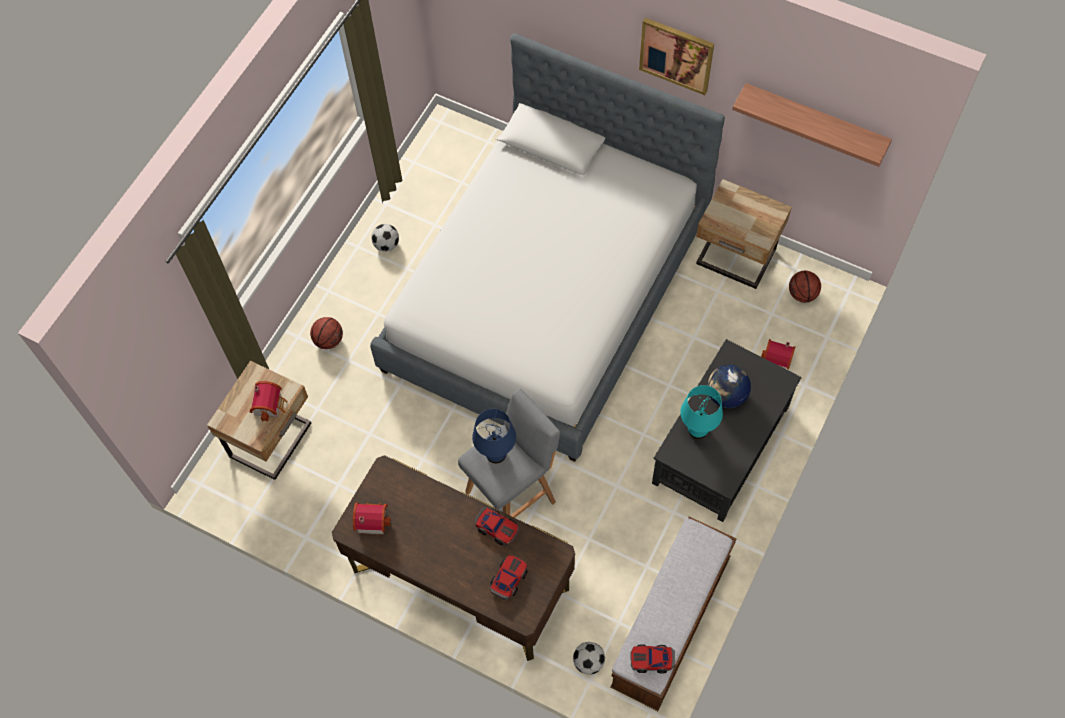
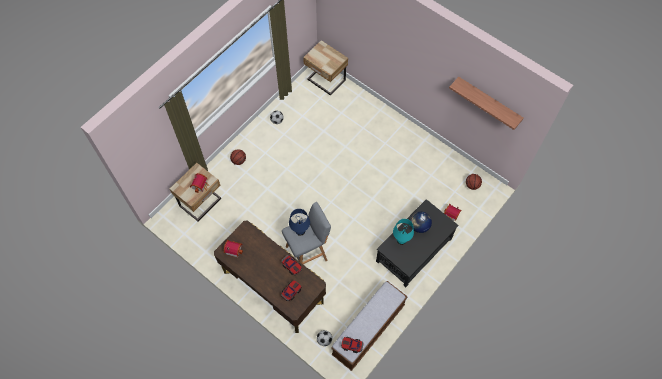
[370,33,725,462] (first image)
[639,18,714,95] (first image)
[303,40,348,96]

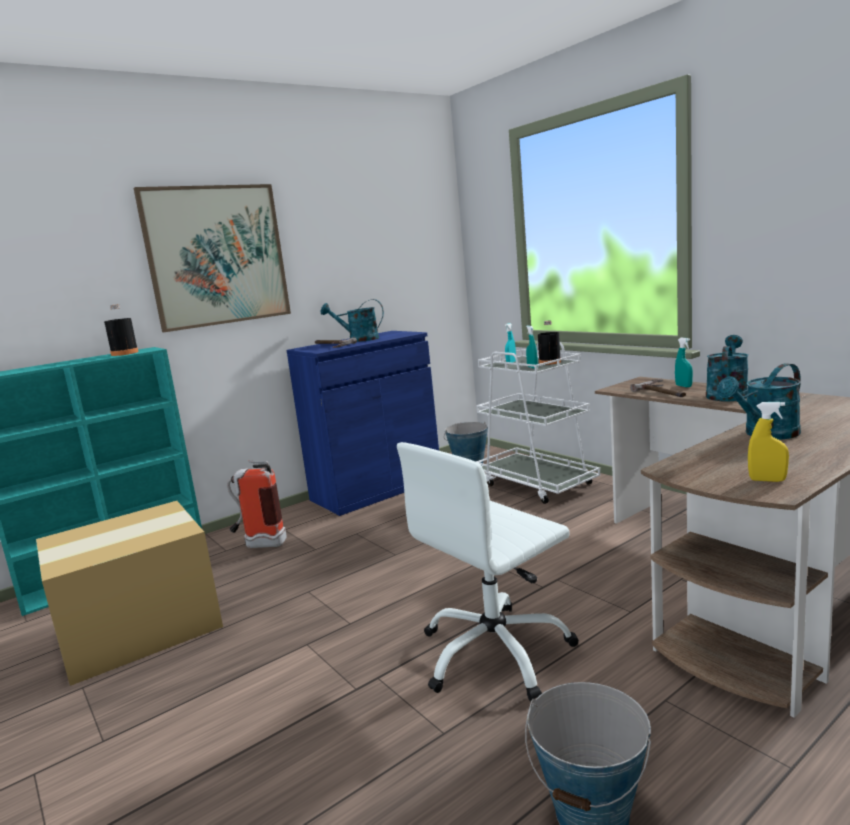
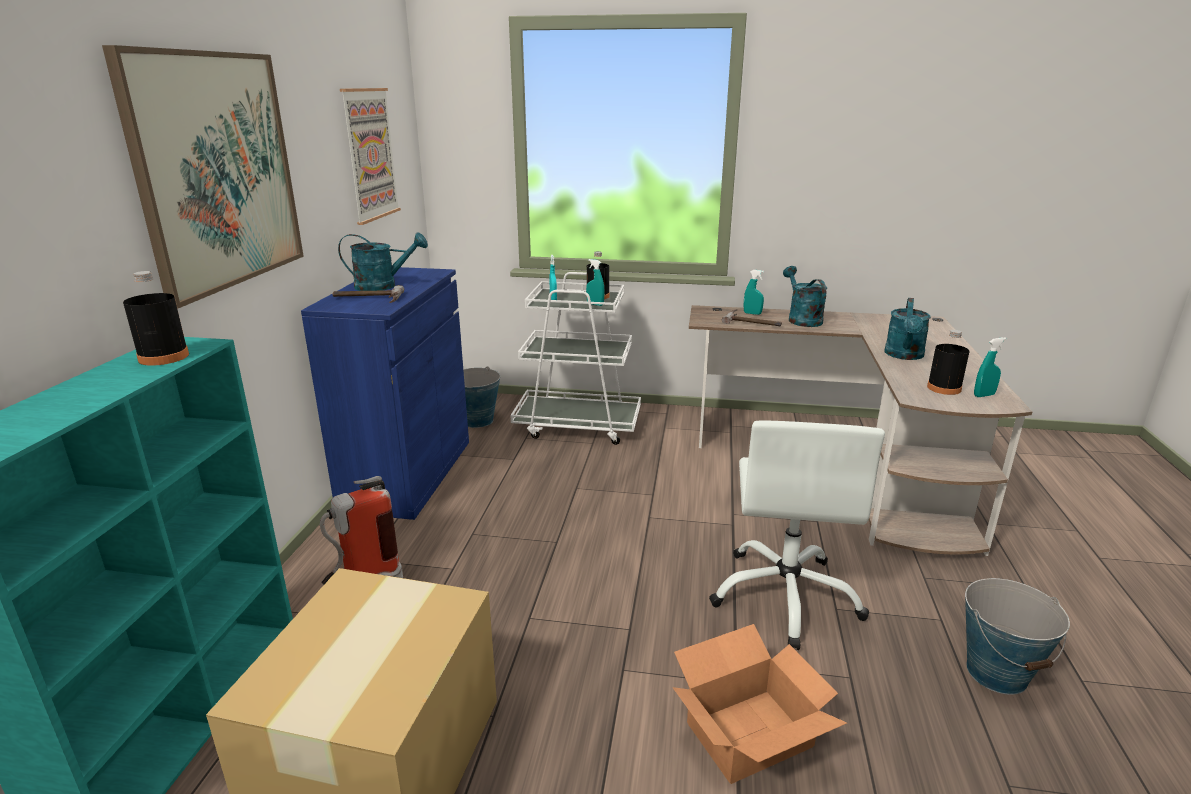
[338,232,428,291]
[974,337,1006,397]
[340,88,401,225]
[673,624,847,784]
[927,330,970,395]

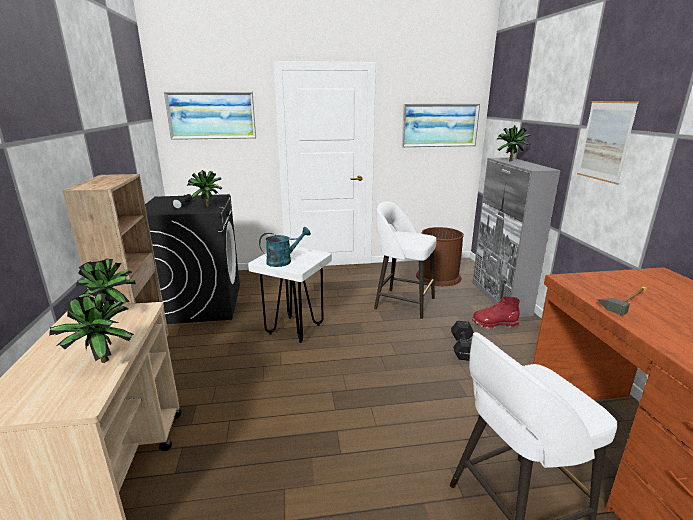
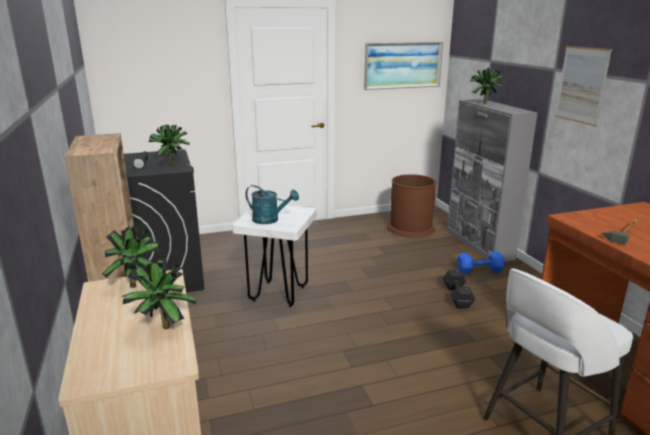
[164,92,256,140] (first image)
[245,185,299,224]
[374,201,437,319] (first image)
[457,252,505,274]

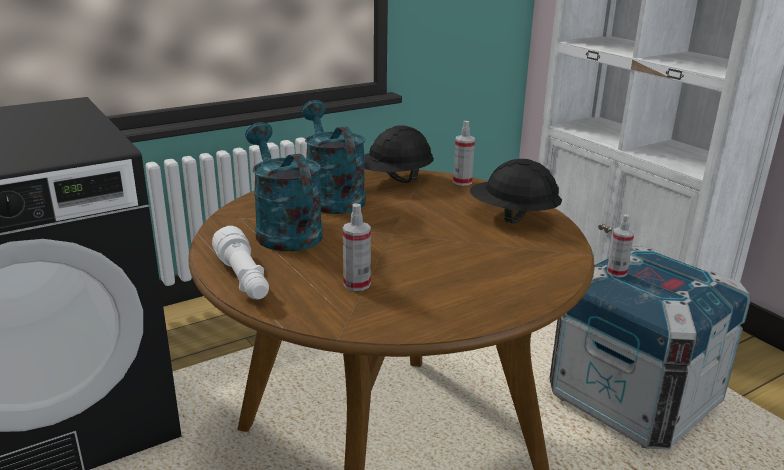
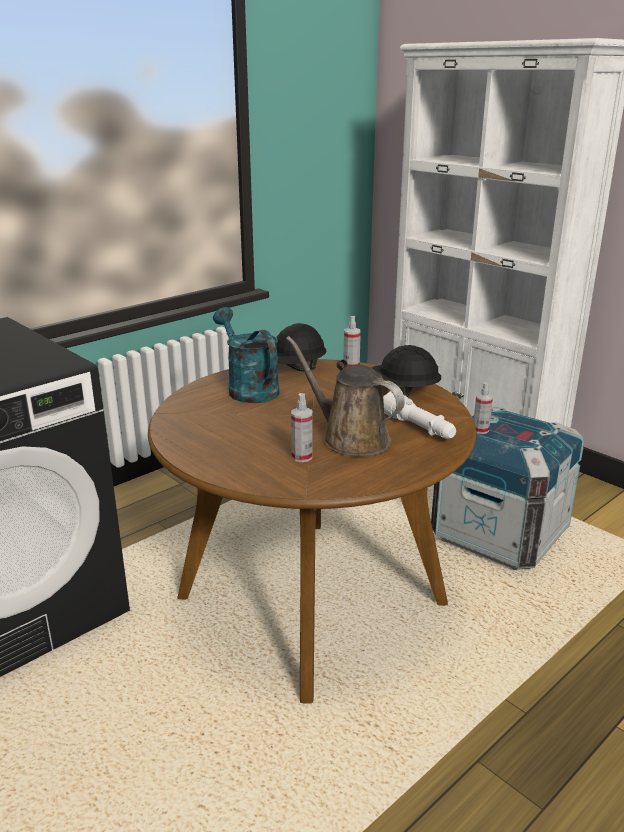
[383,391,456,439]
[245,122,323,251] (first image)
[286,336,405,456]

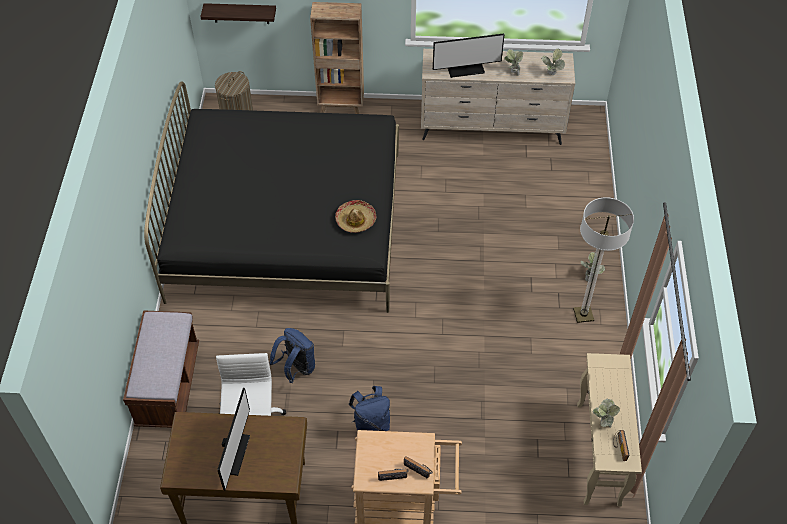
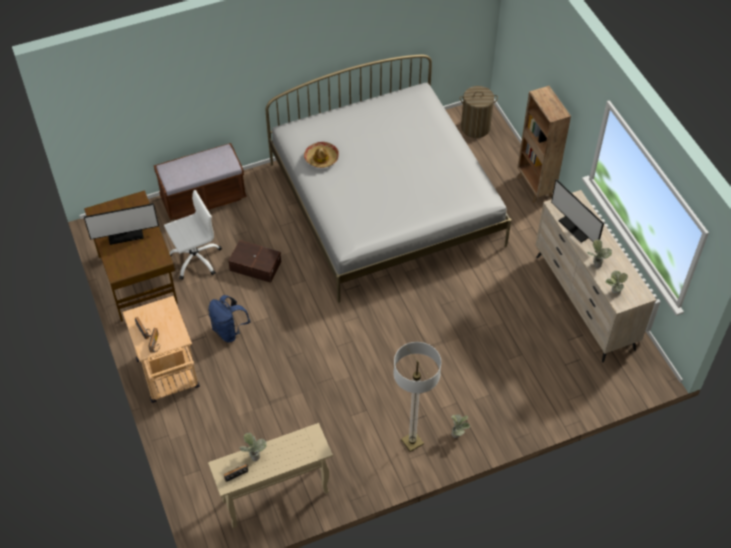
[266,55,512,303]
[200,3,276,24] (first image)
[228,240,281,283]
[304,142,339,168]

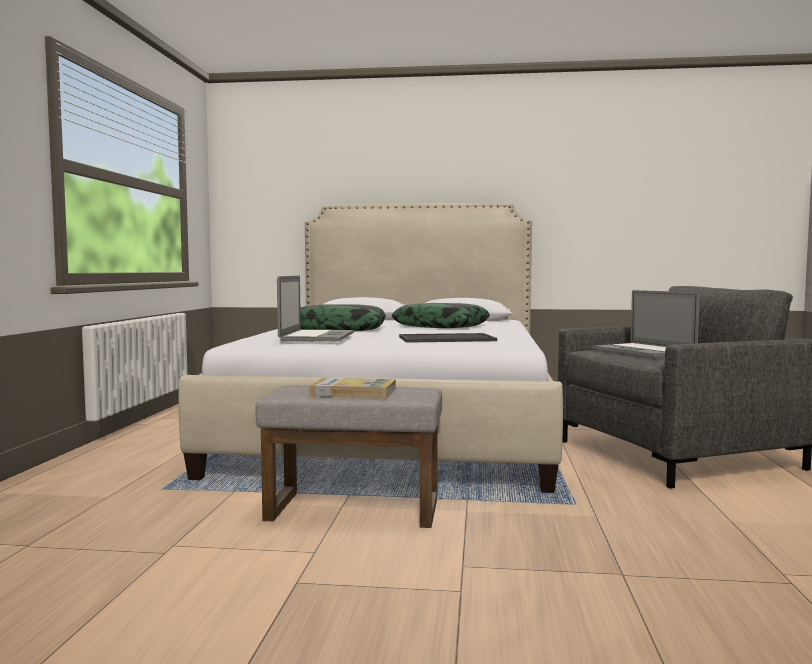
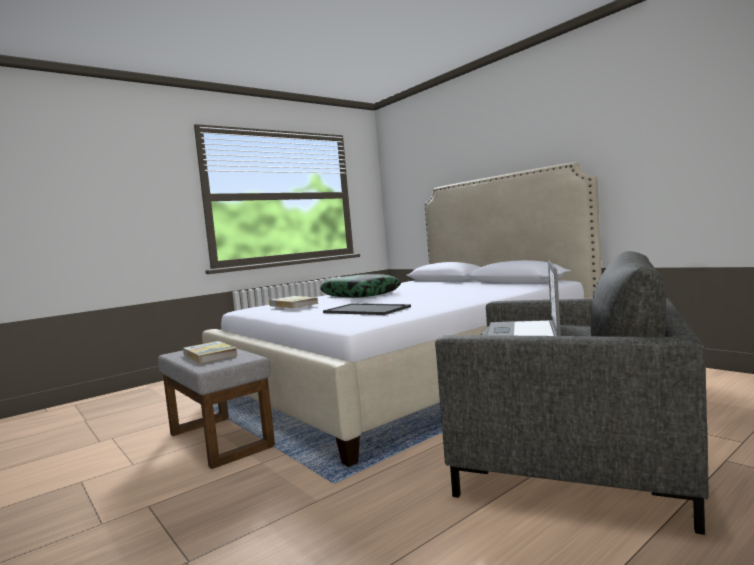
[269,296,318,308]
[392,303,490,328] (first image)

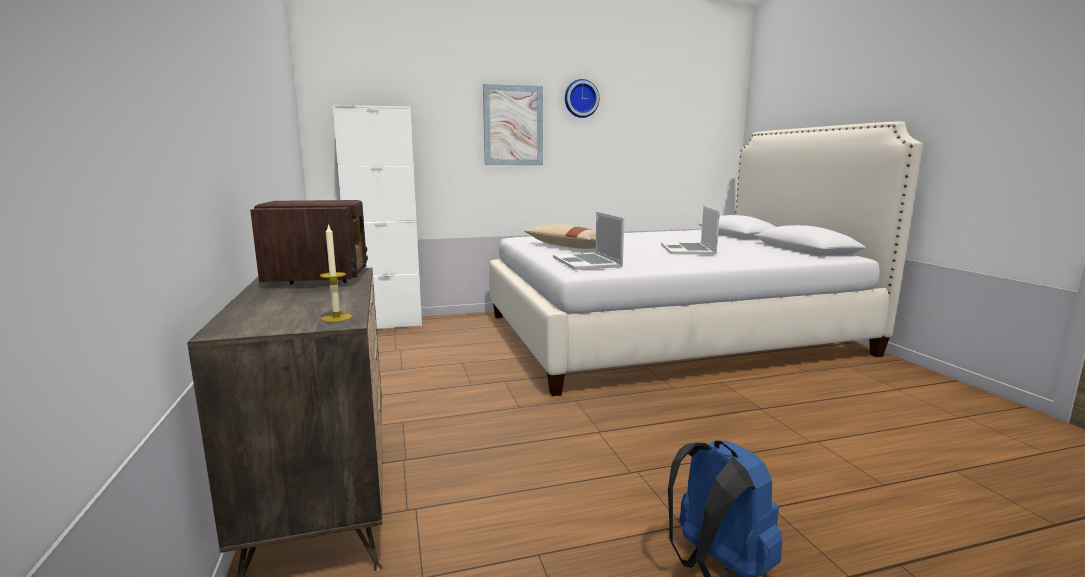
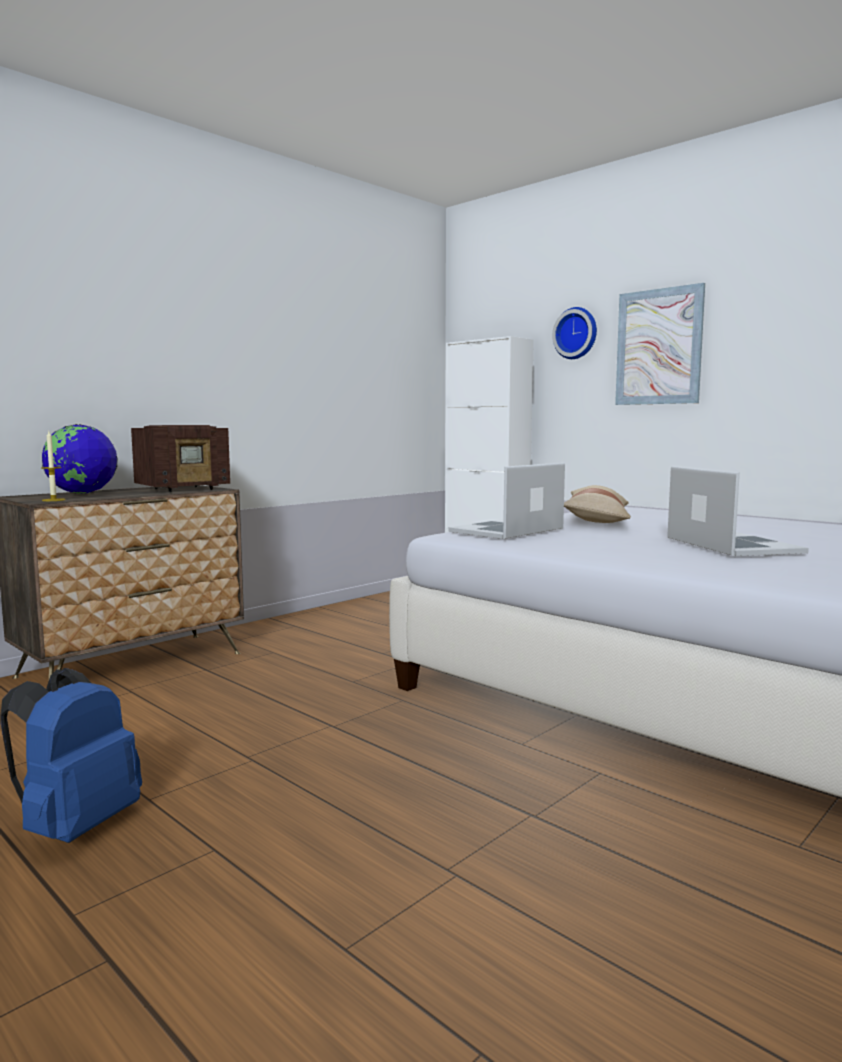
[552,307,597,359]
[667,466,809,556]
[42,424,118,494]

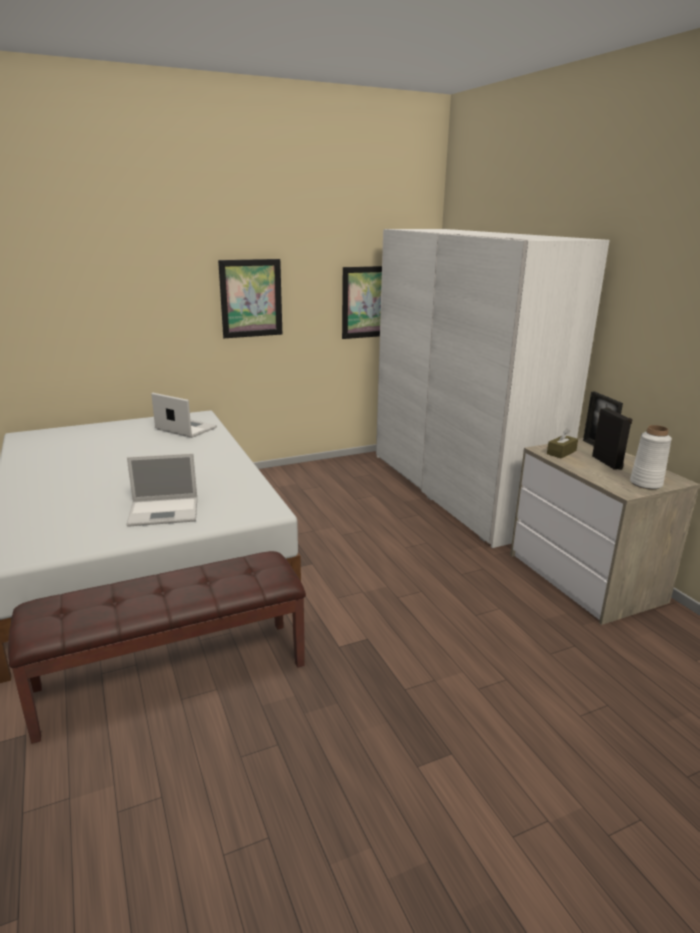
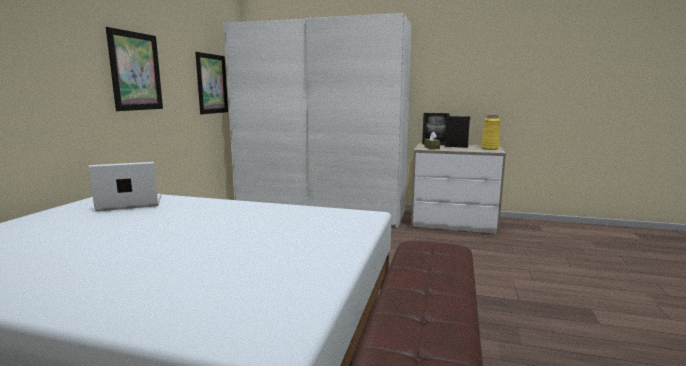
[126,453,197,527] (first image)
[481,115,501,150]

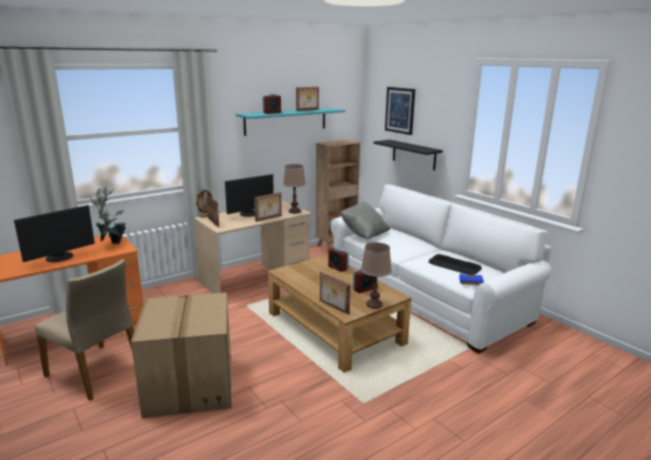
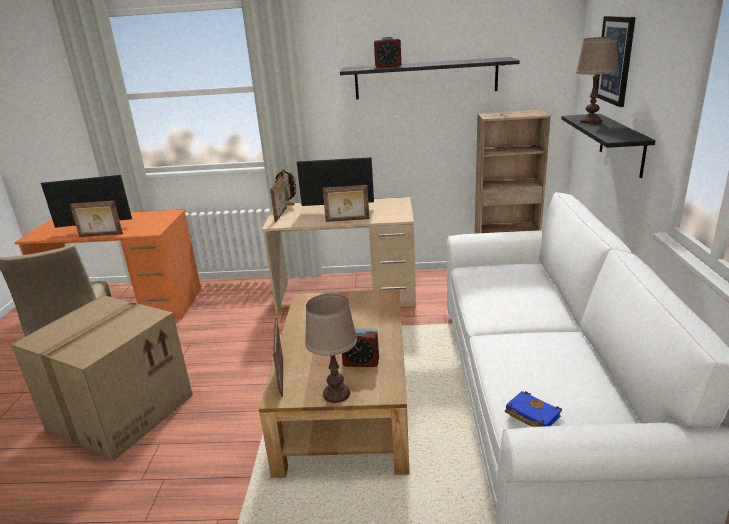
[89,186,126,244] (first image)
[340,57,519,100]
[576,37,618,124]
[70,201,123,237]
[328,247,349,272] (first image)
[340,201,390,239] (first image)
[429,254,482,275] (first image)

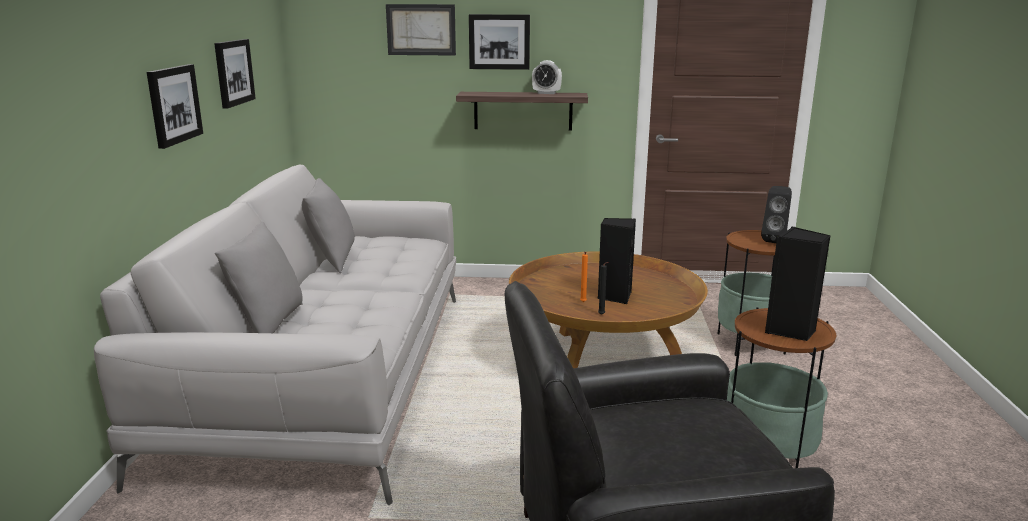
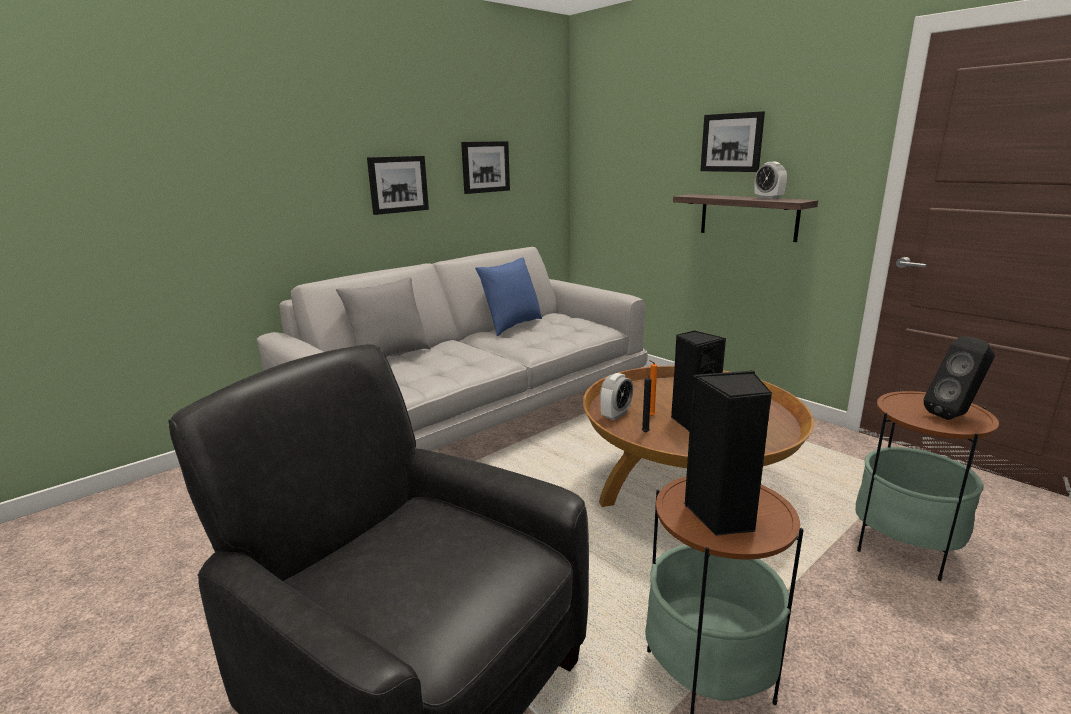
[475,257,542,336]
[386,4,456,56] (first image)
[600,373,633,421]

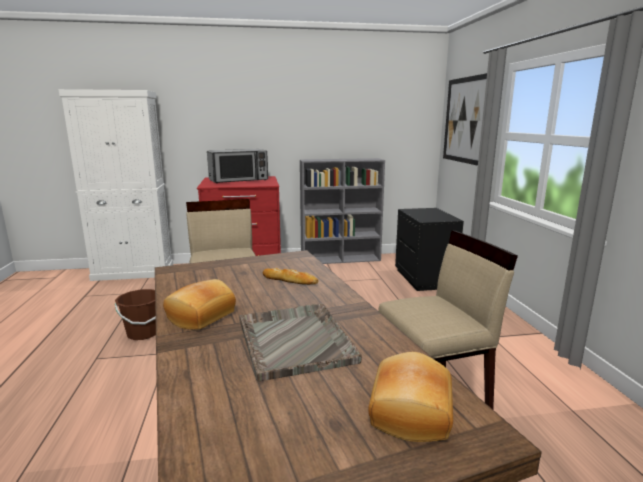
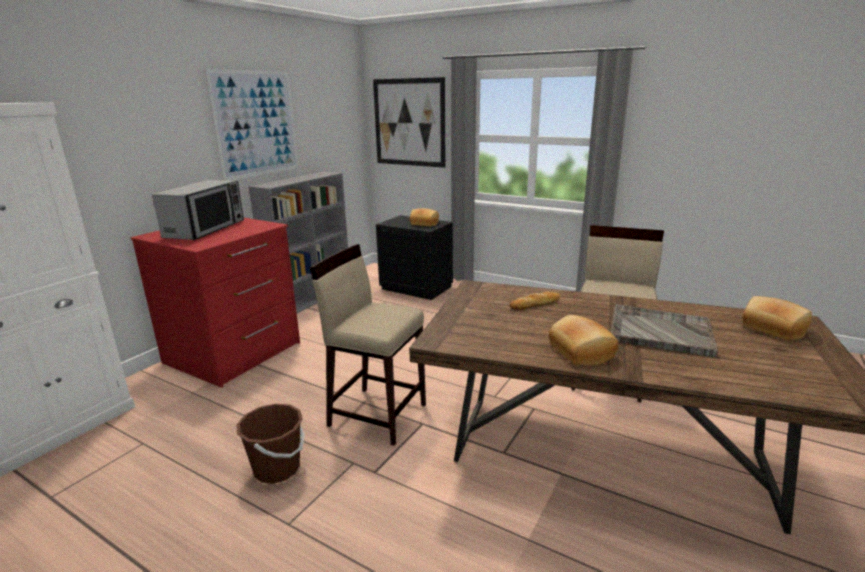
[205,69,299,181]
[410,208,439,226]

